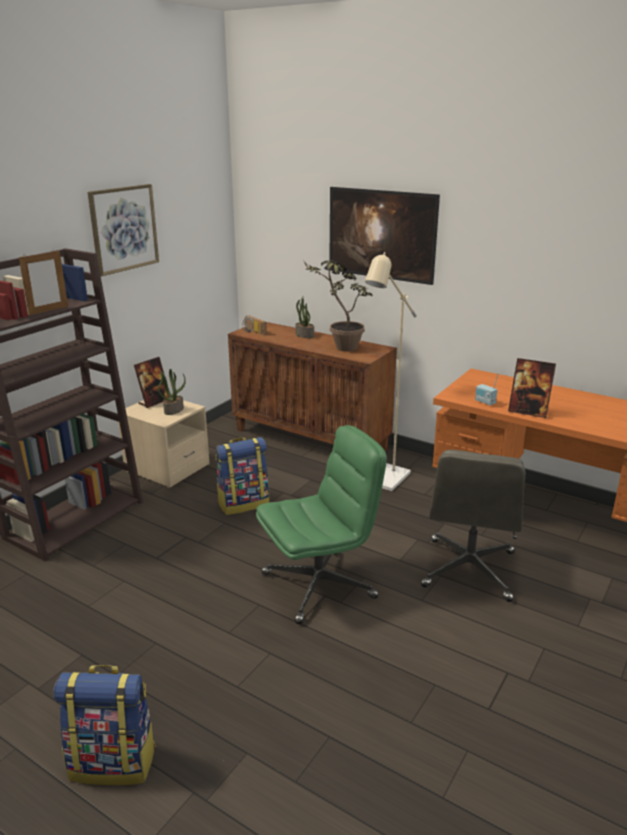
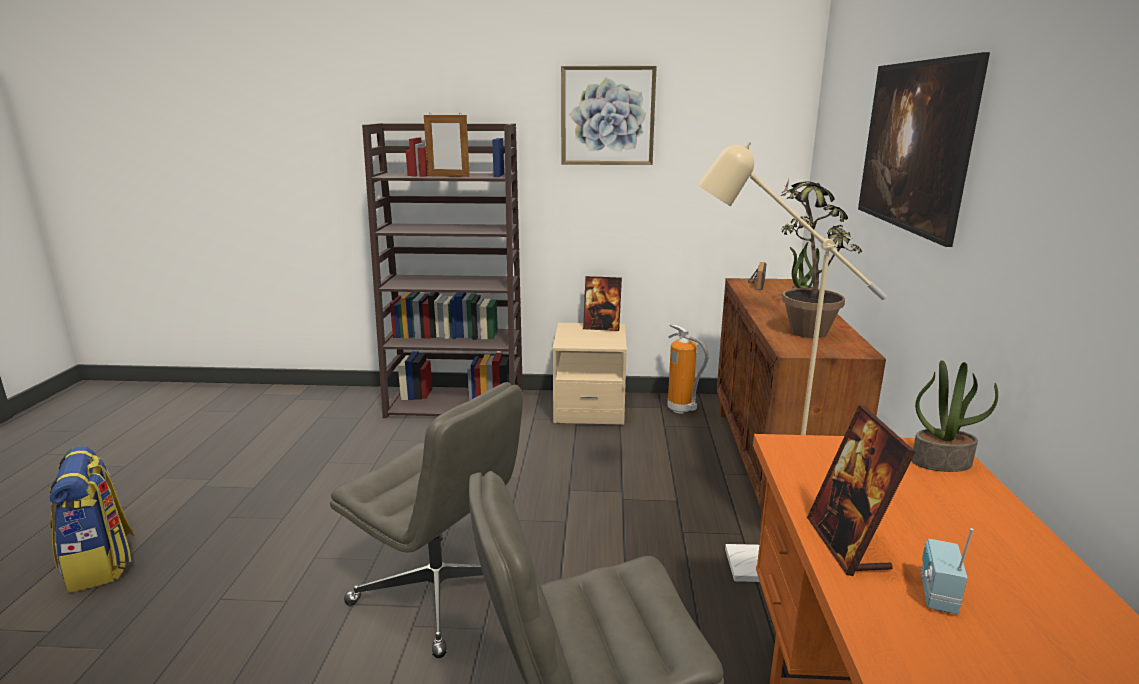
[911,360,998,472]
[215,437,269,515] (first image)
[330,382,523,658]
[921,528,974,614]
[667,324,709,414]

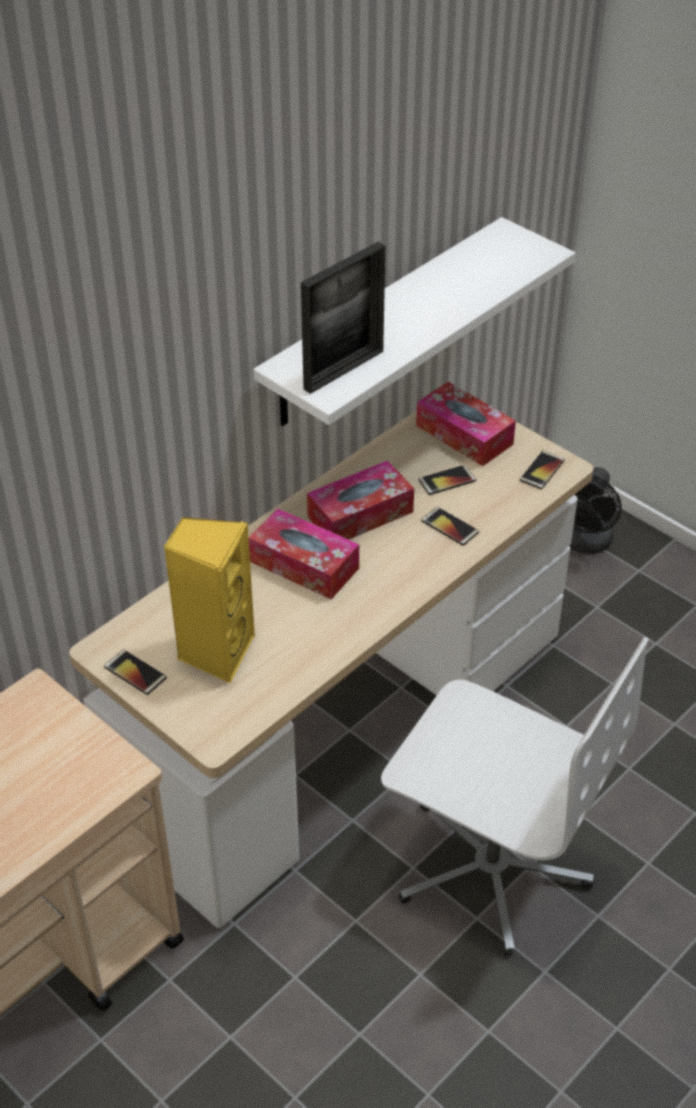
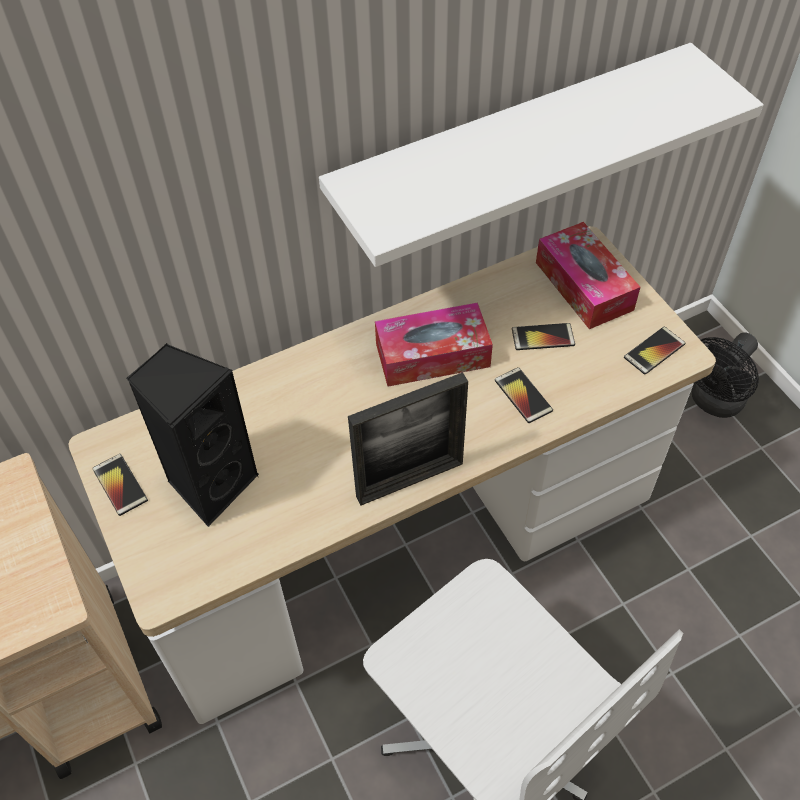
[126,343,259,527]
[249,509,359,599] (first image)
[348,372,468,506]

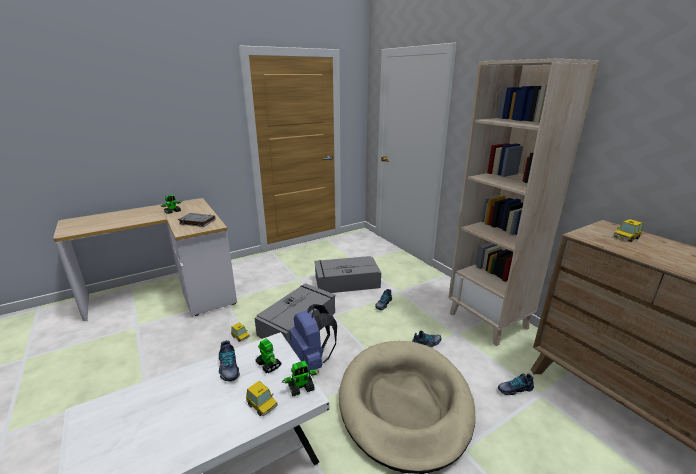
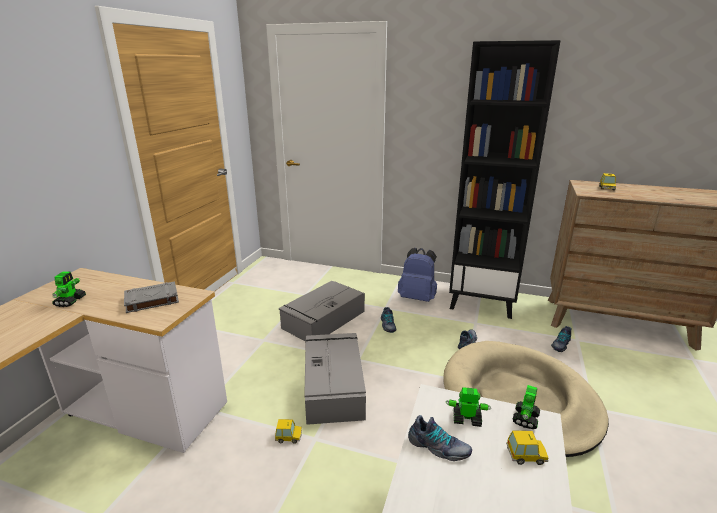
[398,248,437,302]
[449,40,561,319]

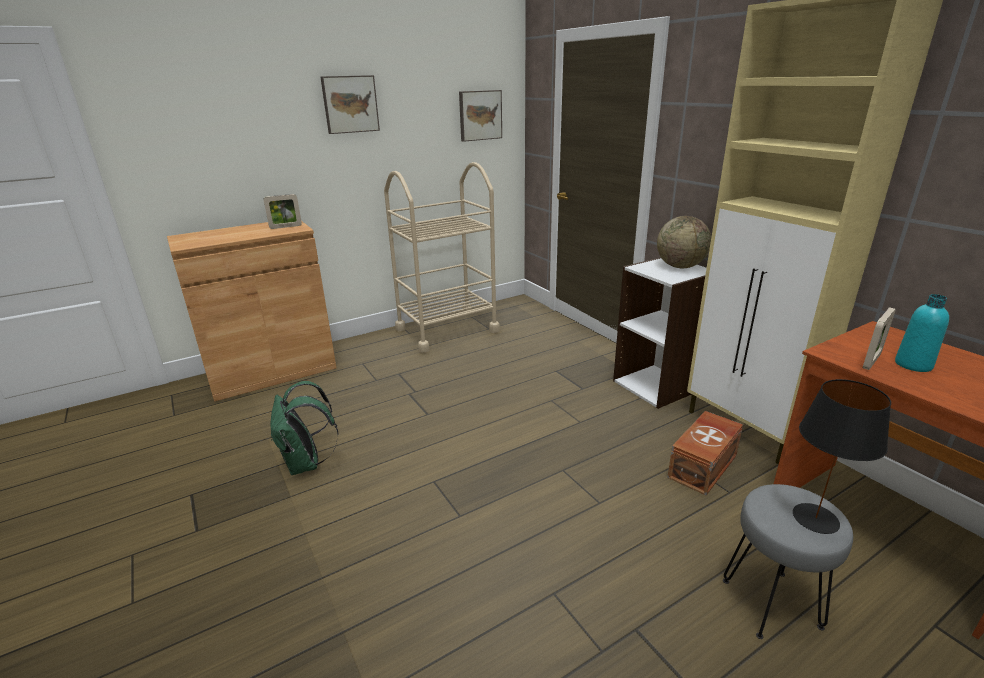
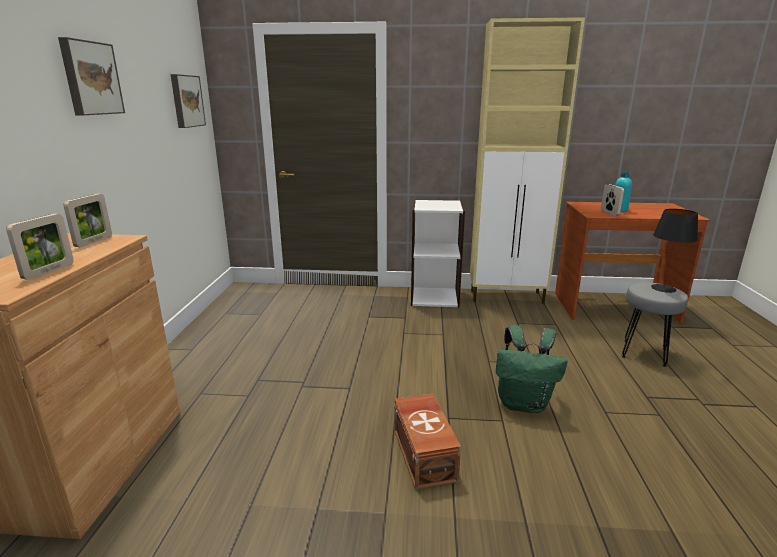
[496,325,567,413]
[384,162,500,353] (first image)
[657,216,711,268] (first image)
[394,394,461,490]
[6,214,74,280]

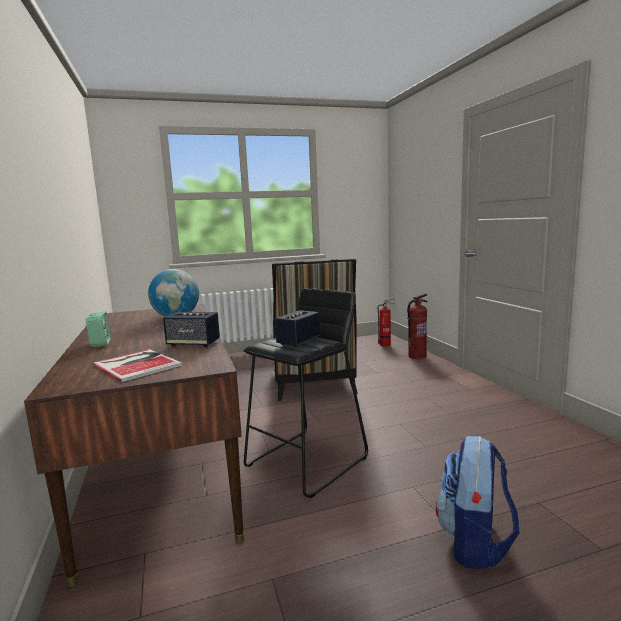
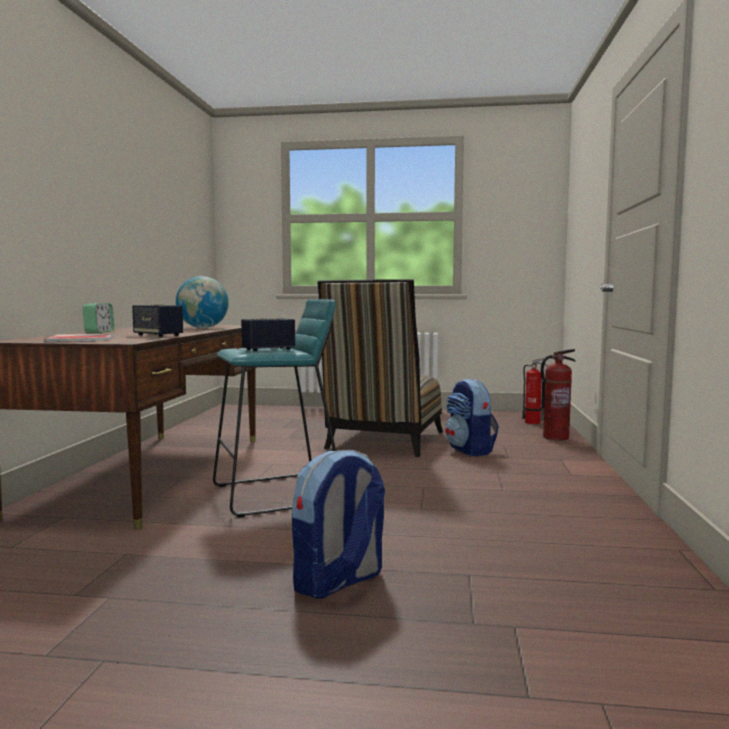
[213,299,336,517]
[445,378,499,456]

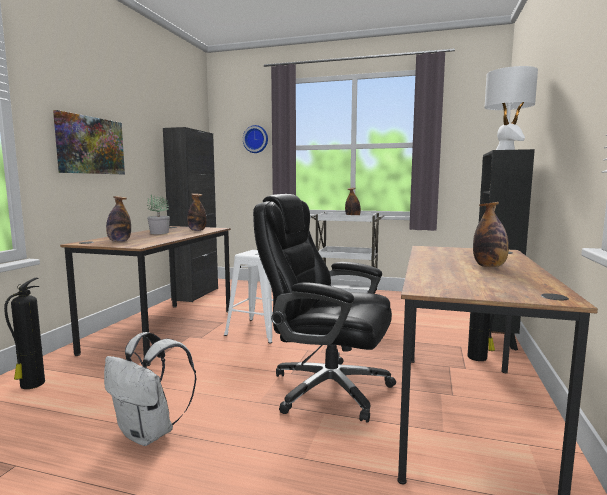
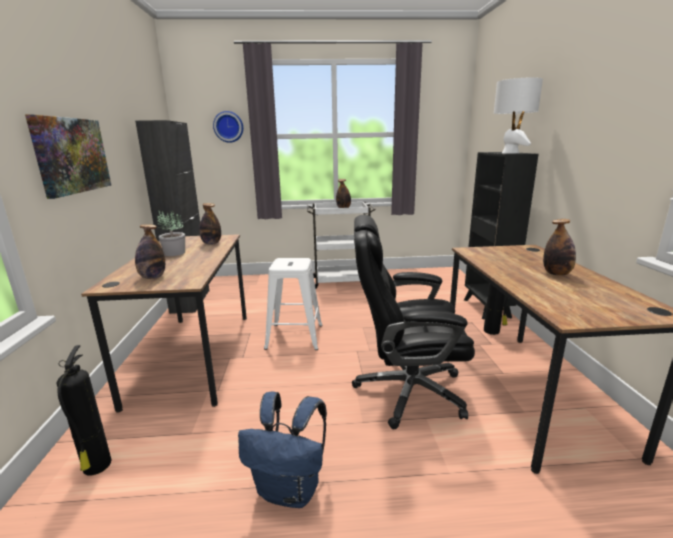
[238,392,327,508]

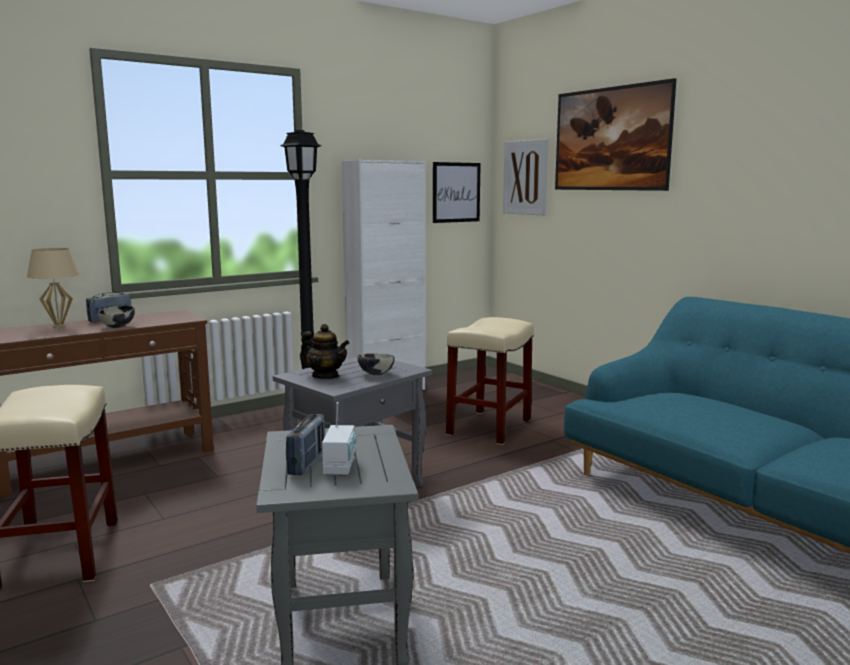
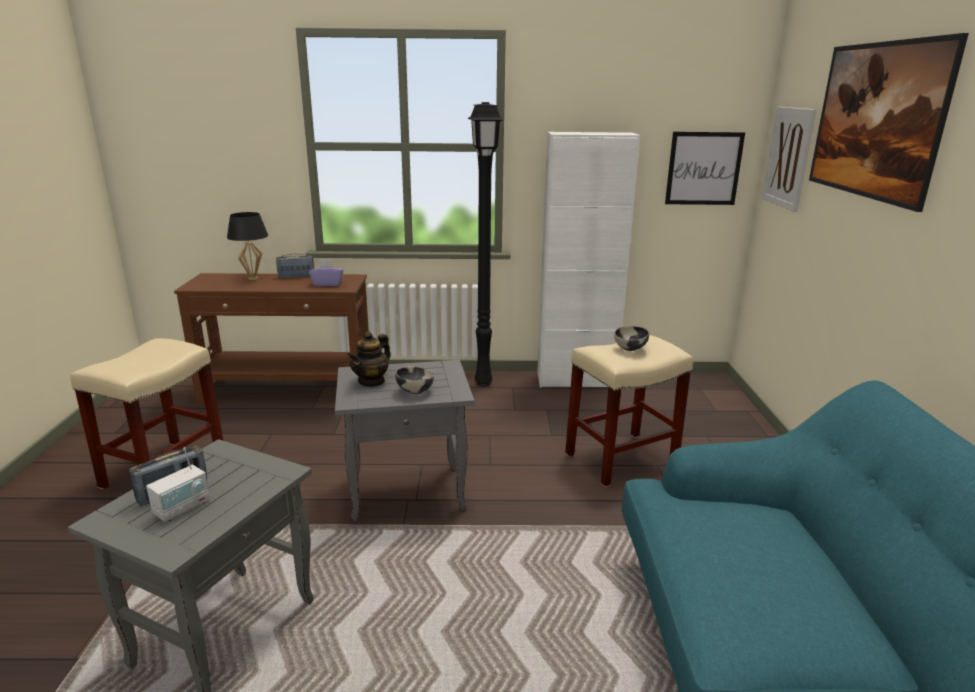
[227,212,268,280]
[614,326,649,351]
[347,331,391,387]
[309,260,344,286]

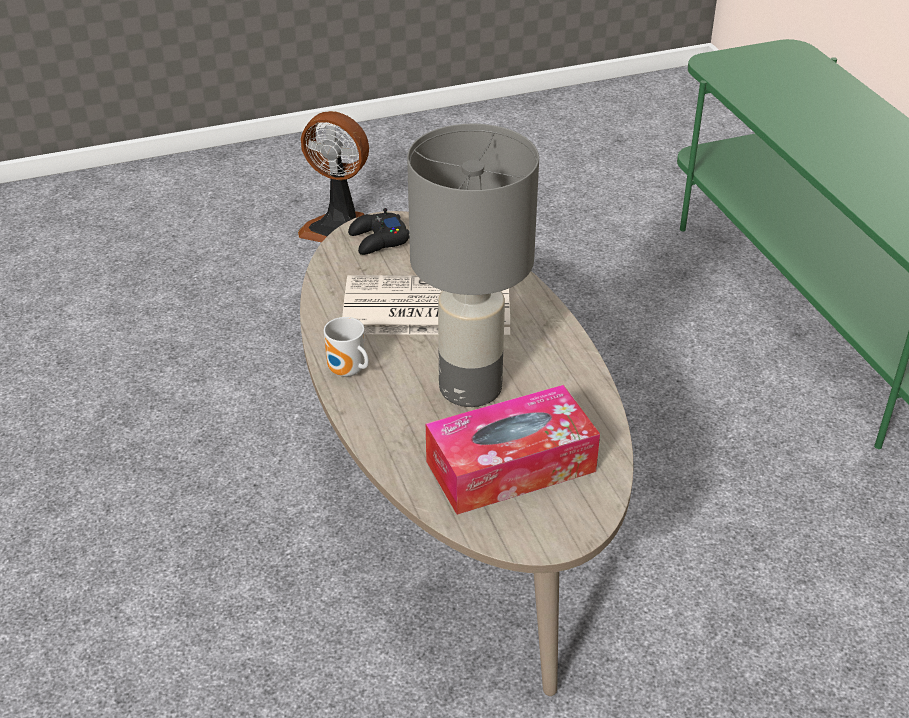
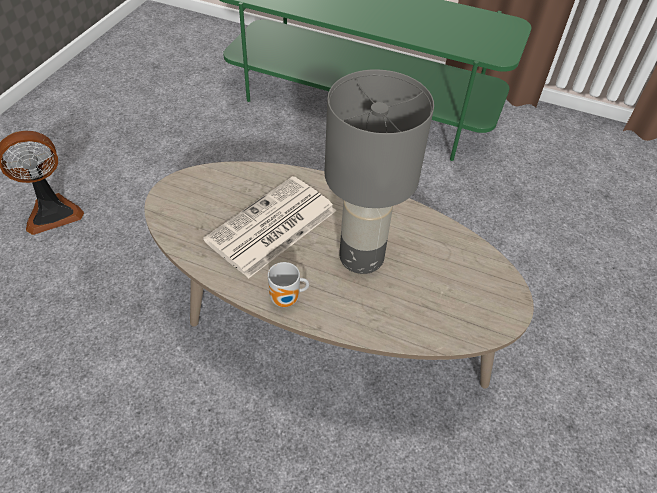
[348,208,409,255] (first image)
[426,385,600,515] (first image)

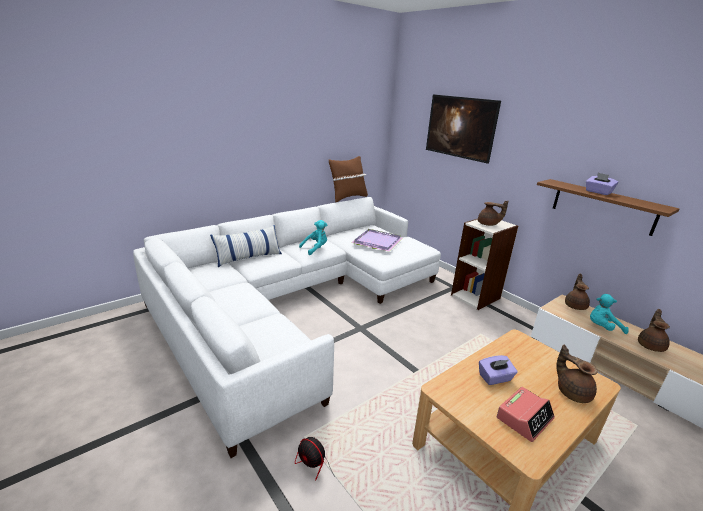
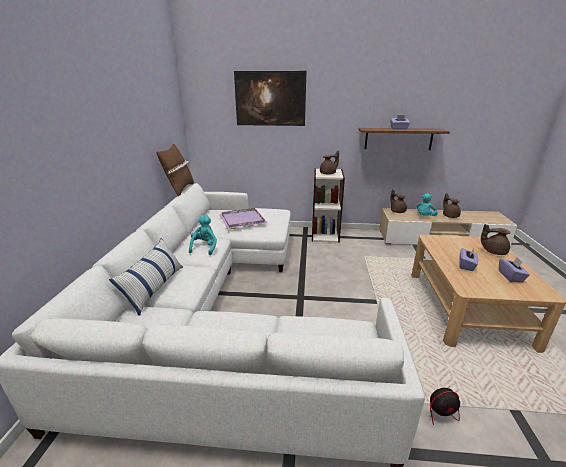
[499,257,530,282]

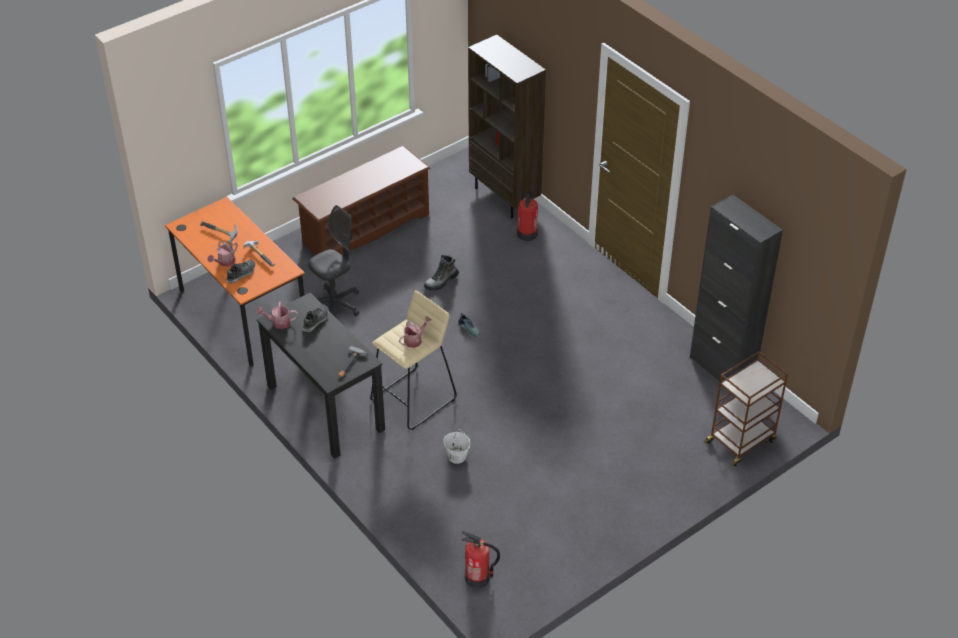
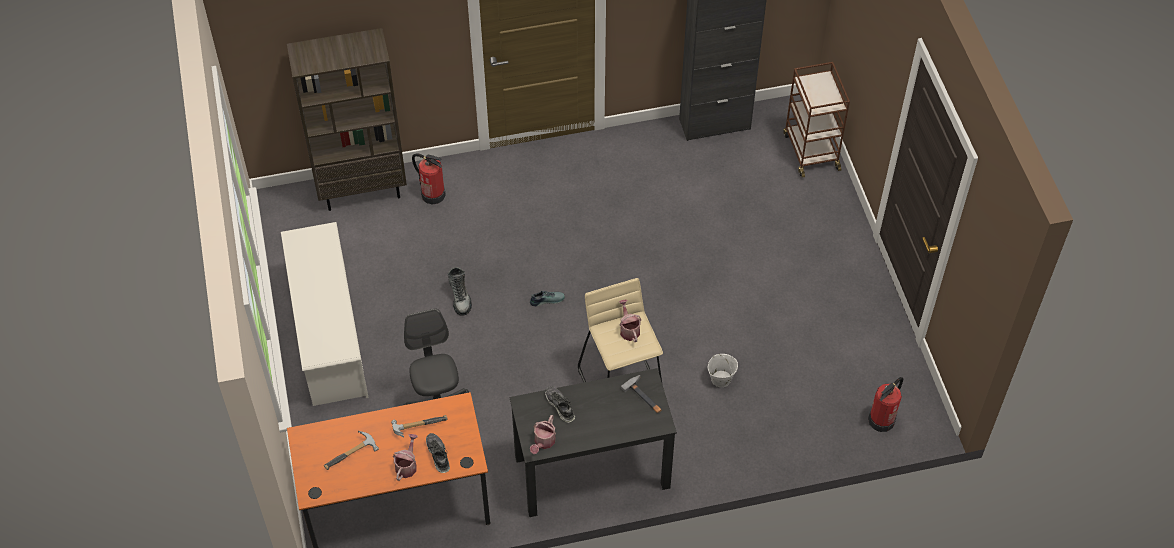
[393,434,418,481]
[281,222,369,406]

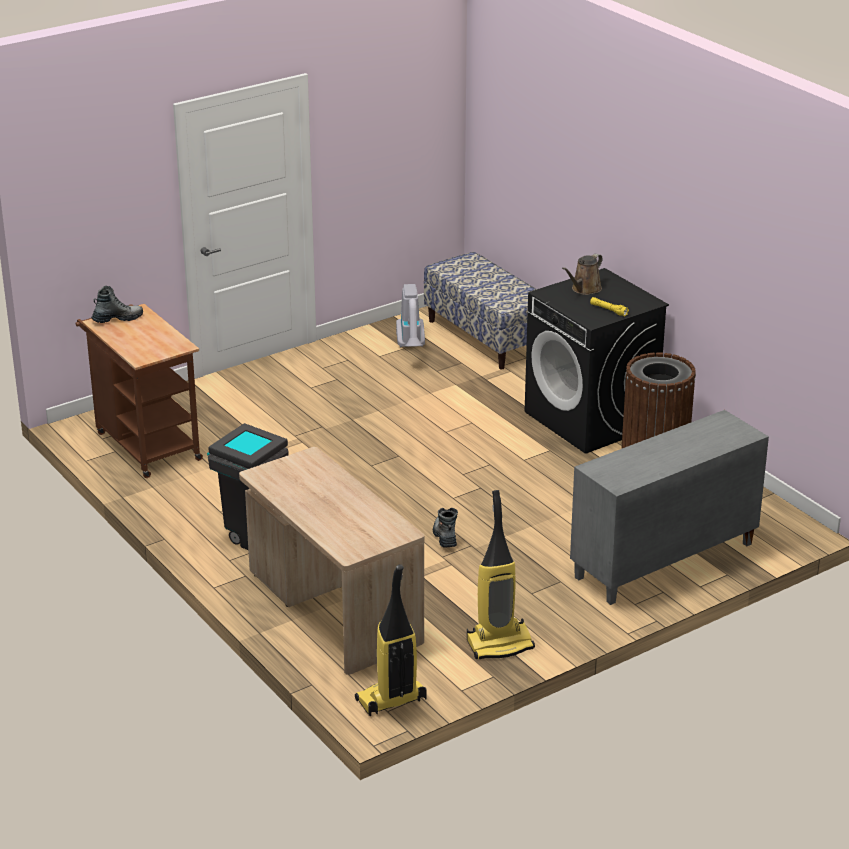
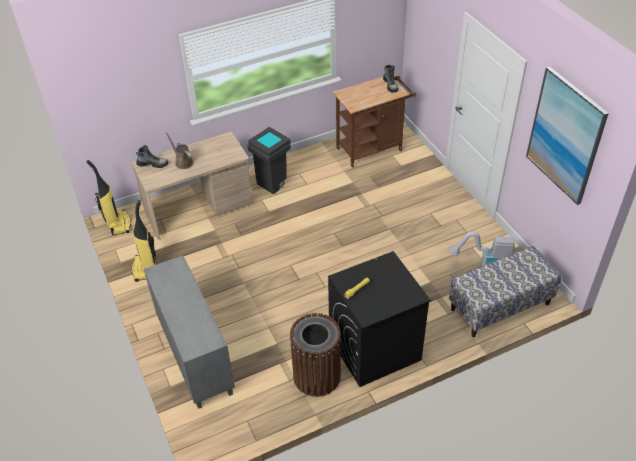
[136,145,168,168]
[166,132,194,169]
[526,66,609,205]

